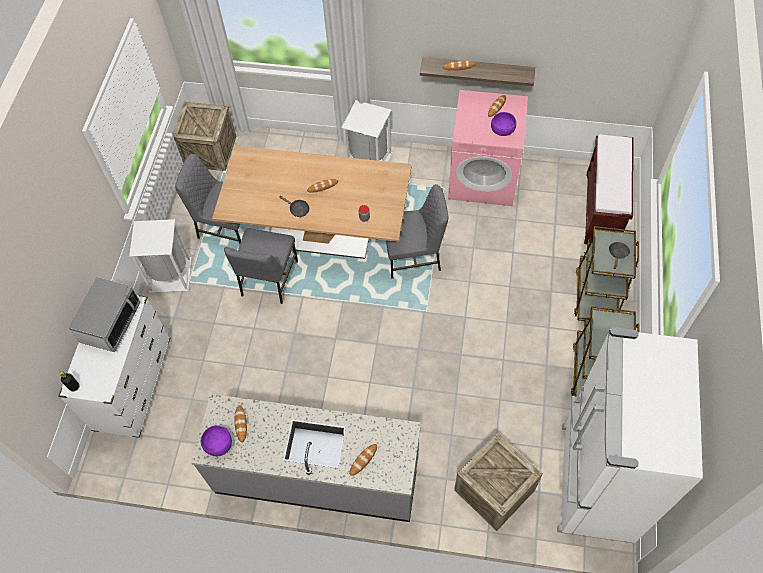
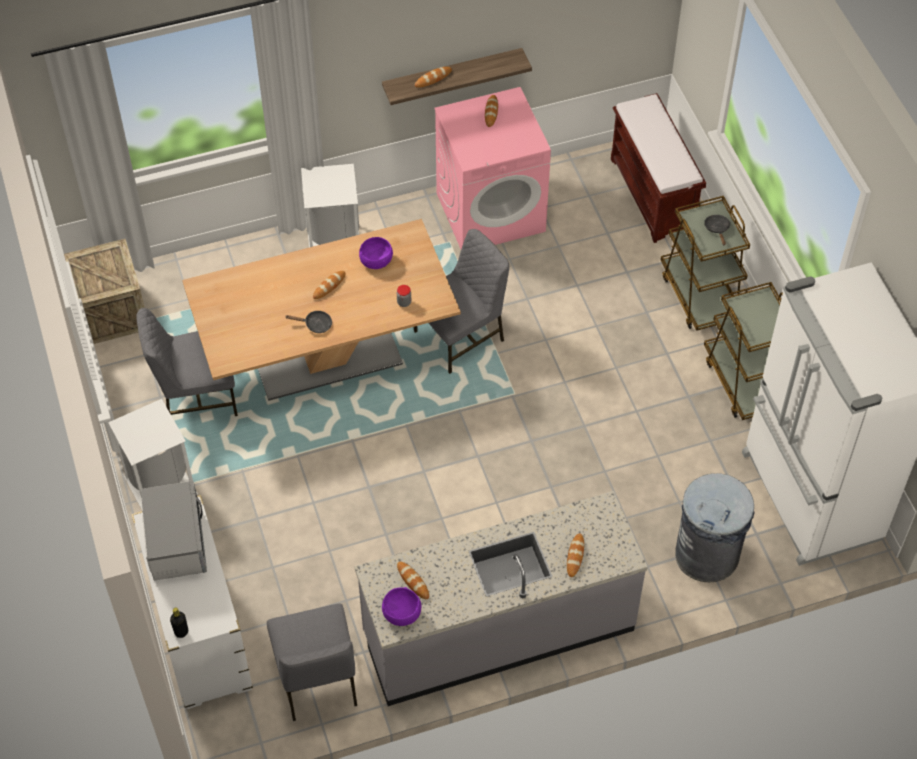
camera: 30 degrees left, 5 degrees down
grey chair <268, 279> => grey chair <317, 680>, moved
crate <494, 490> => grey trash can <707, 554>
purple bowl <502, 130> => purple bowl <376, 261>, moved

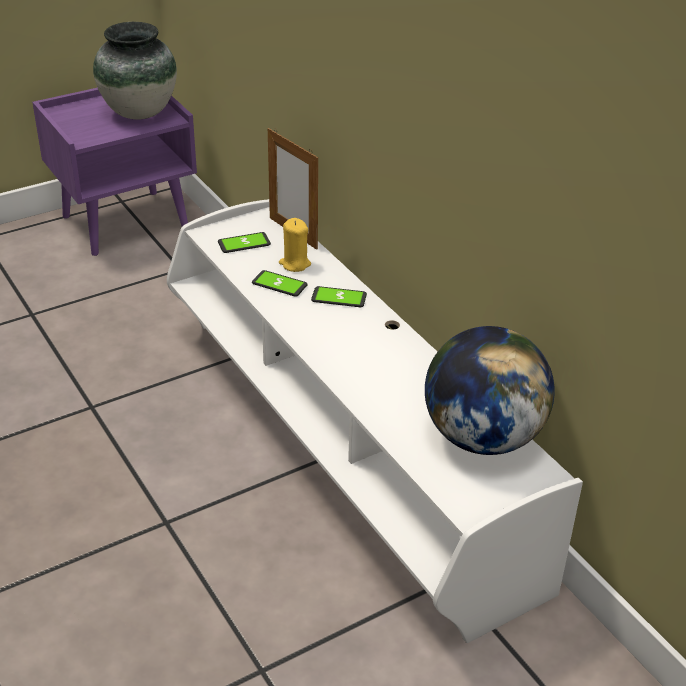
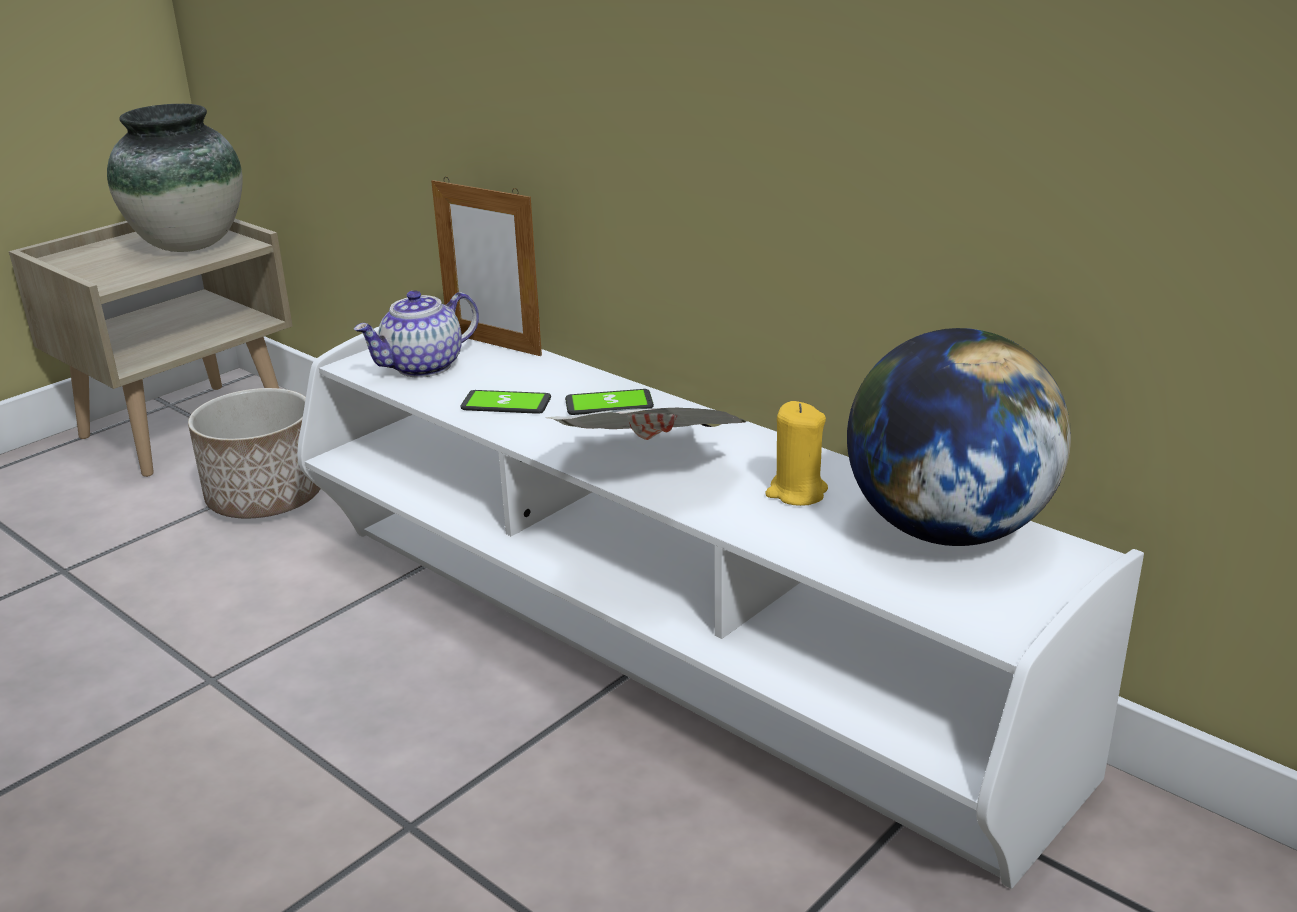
camera: 15 degrees left, 10 degrees down
purple nightstand <126, 222> => beige nightstand <185, 427>
phone <244, 243> => teapot <423, 367>
yellow candle <295, 264> => yellow candle <796, 492>, moved
nothing => planter <265, 497>
nothing => newspaper <649, 468>

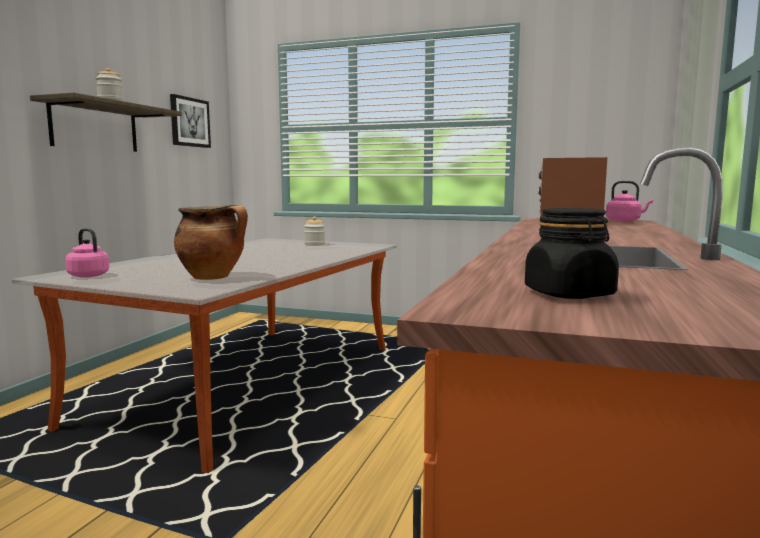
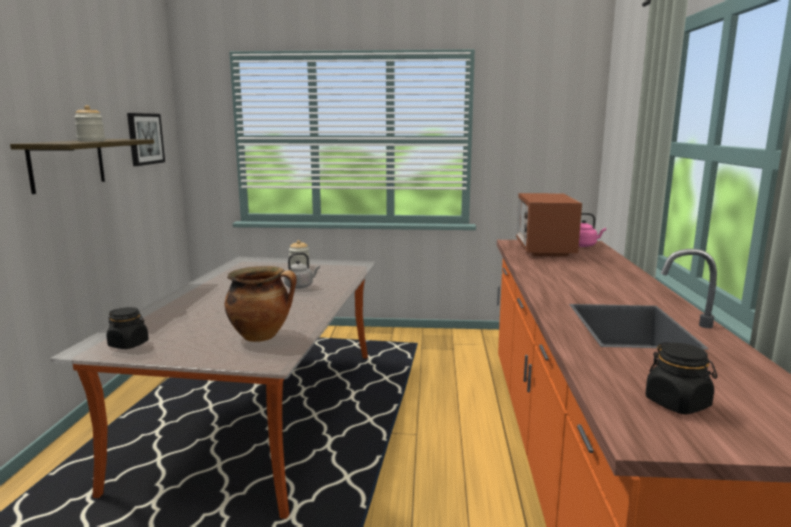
camera: 15 degrees left, 5 degrees up
pink kettle <87, 275> => black jar <129, 344>
nothing => grey kettle <300, 286>

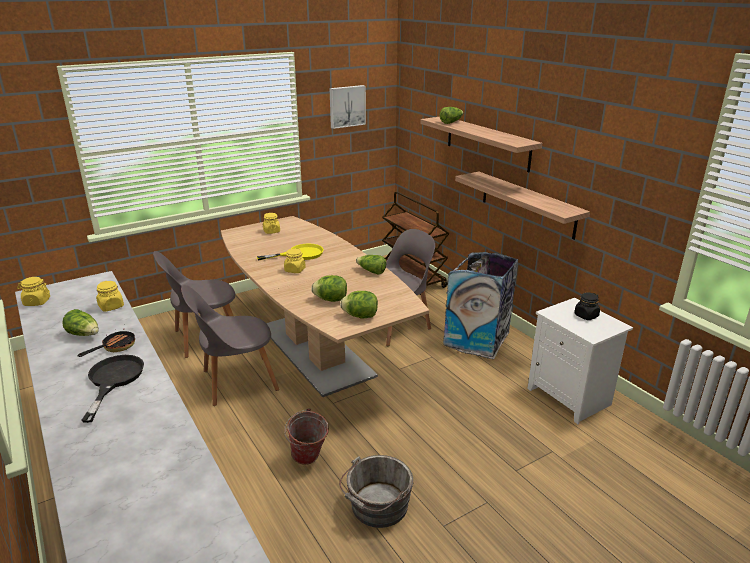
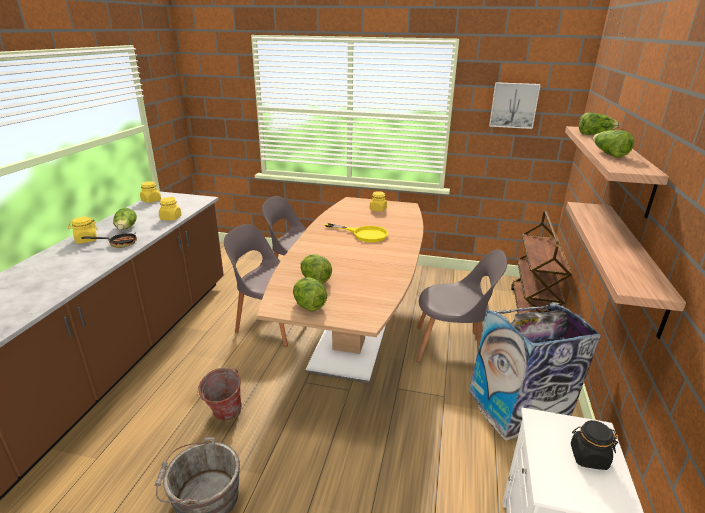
camera: 45 degrees right, 0 degrees up
black frying pan <113, 380> => nothing
yellow jar <295, 270> => yellow jar <86, 240>, moved
lettuce <371, 271> => lettuce <608, 154>, moved

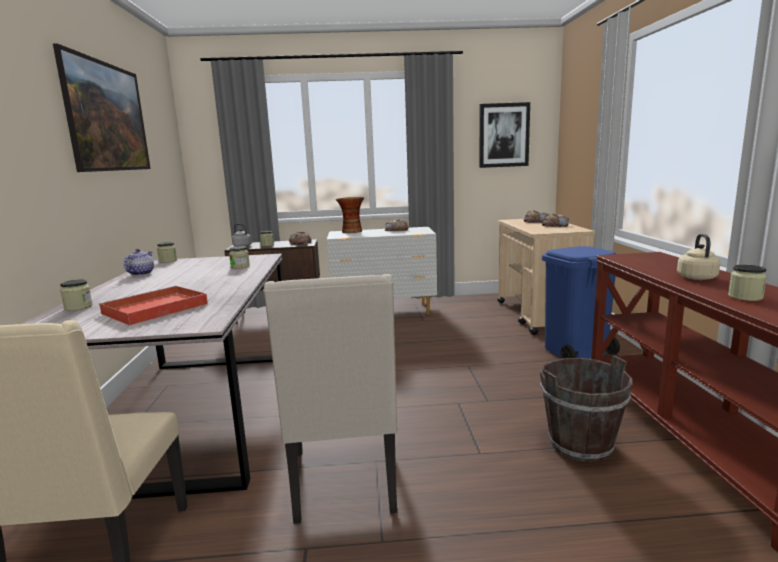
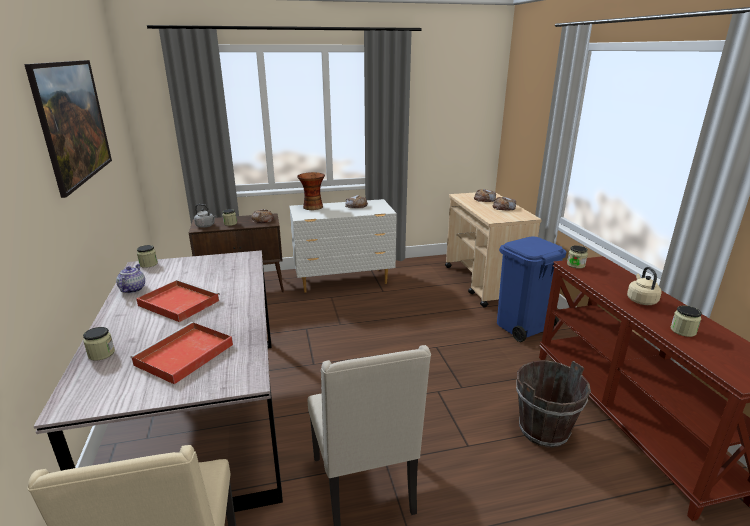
camera: 10 degrees left, 10 degrees up
jar <240, 266> => jar <575, 265>, moved
picture <503, 135> => nothing
nothing => red tray <177, 303>

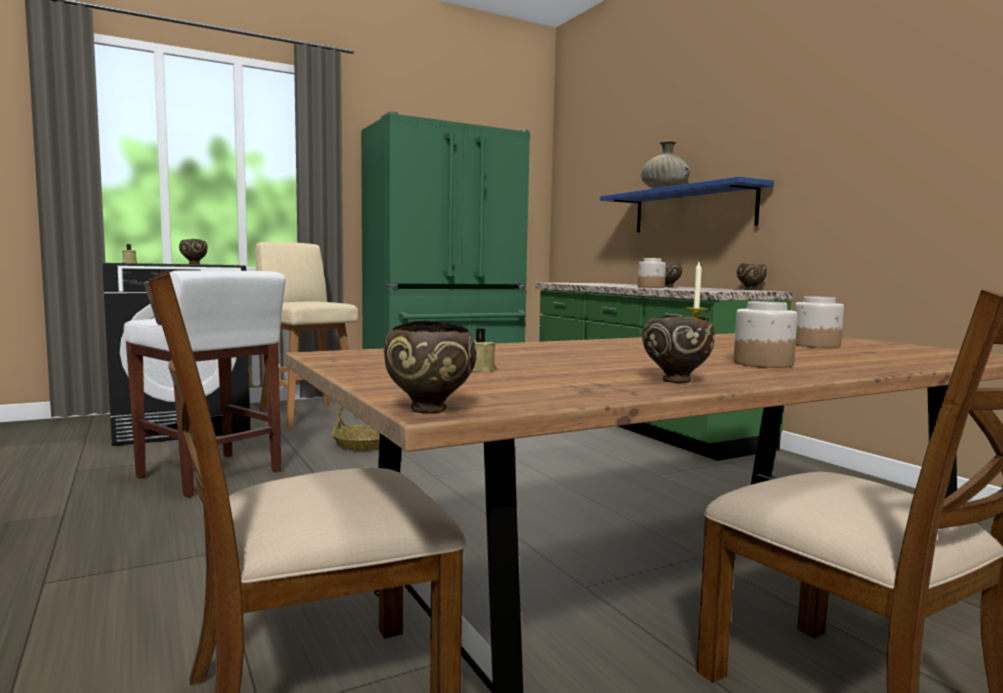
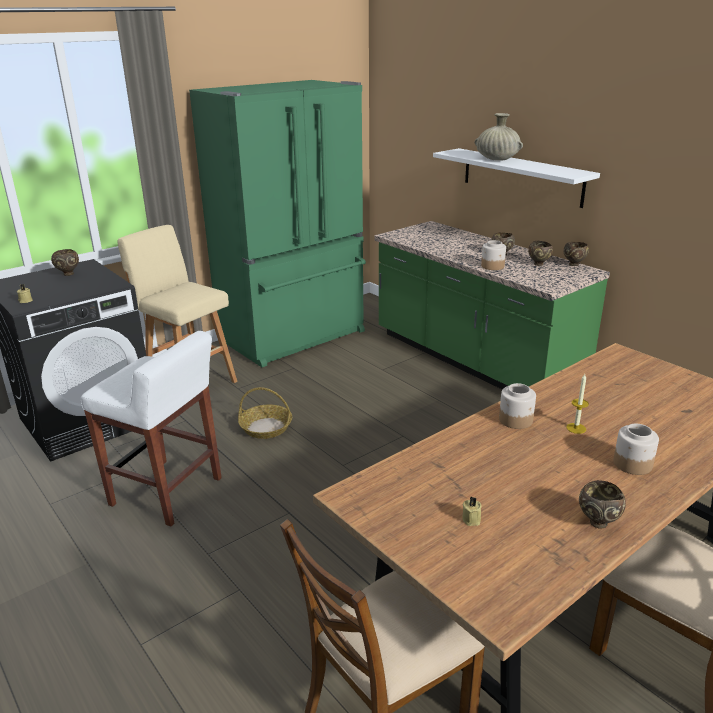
camera: 10 degrees left, 20 degrees up
brown bowl <430, 410> => brown bowl <539, 264>, moved
blue shelf <692, 210> => white shelf <521, 177>
jar <816, 345> => jar <516, 420>, moved

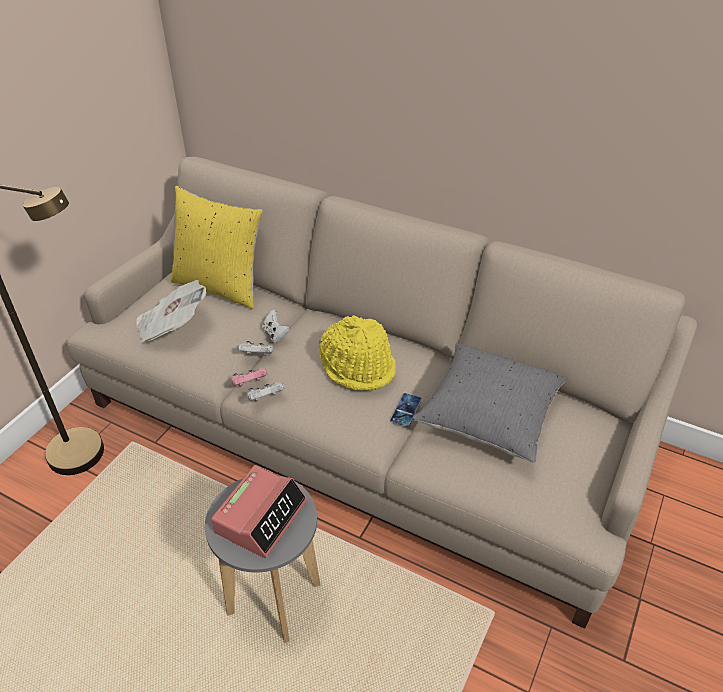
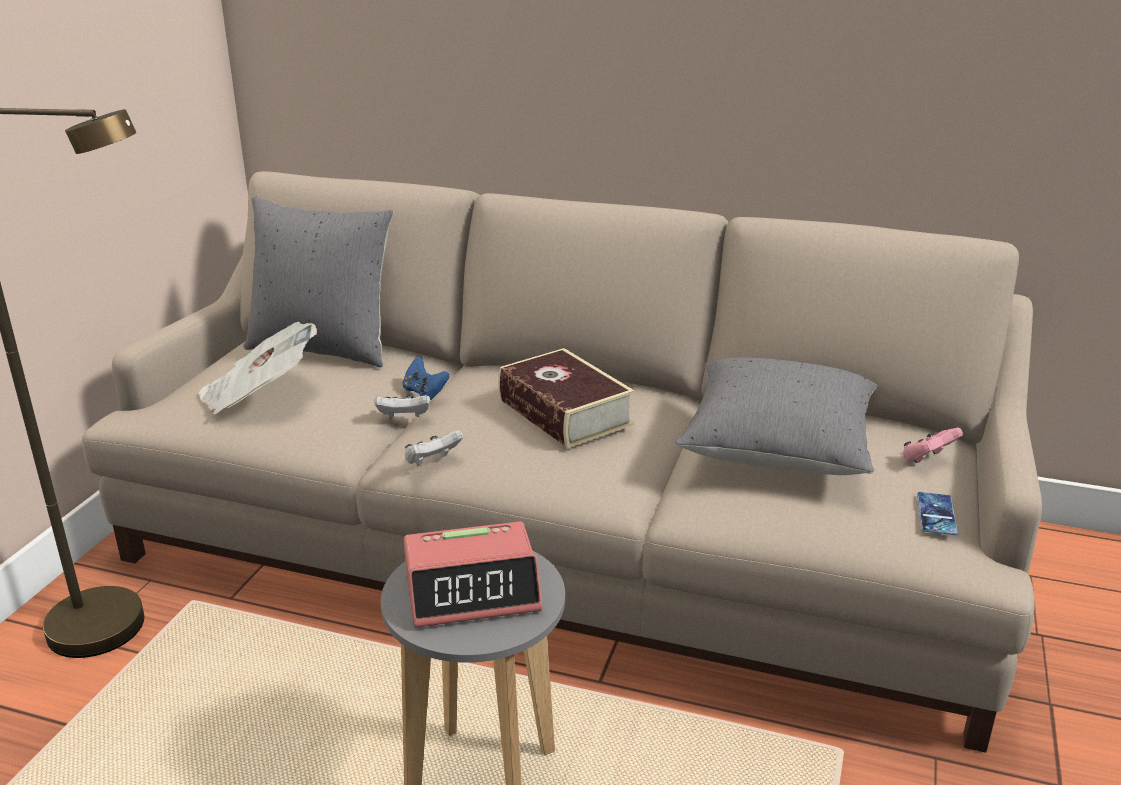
camera: 10 degrees left, 15 degrees down
yellow pillow <220, 286> => grey pillow <324, 348>
alarm clock <261, 516> => alarm clock <473, 589>, 60 degrees clockwise
pink game controller <249, 384> => pink game controller <927, 459>, moved
white game controller <275, 334> => blue game controller <424, 393>
yellow hat <358, 366> => book <564, 412>
phone <406, 410> => phone <936, 514>, moved

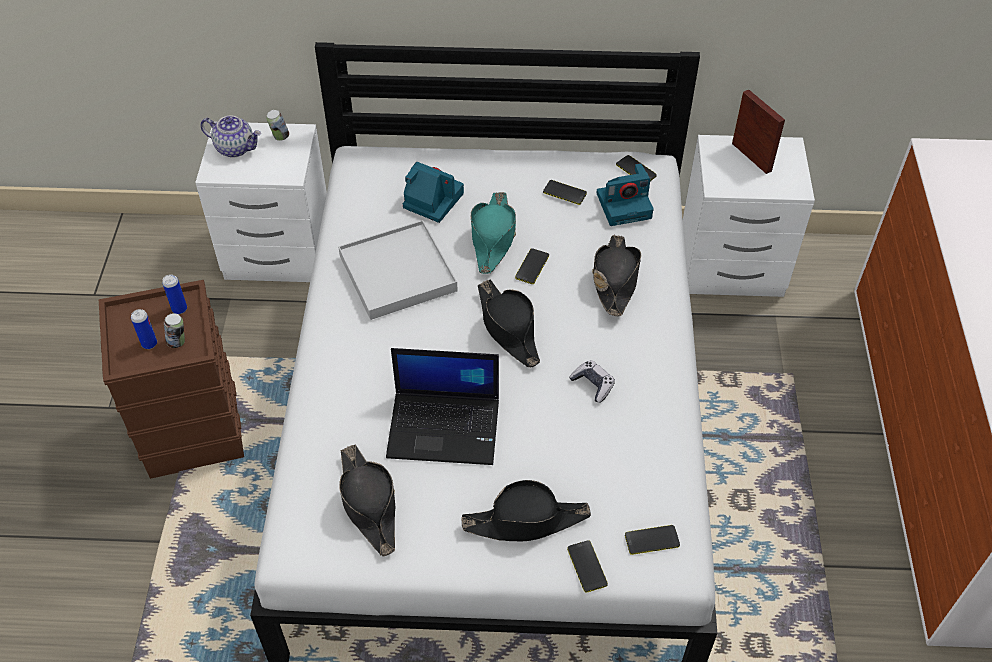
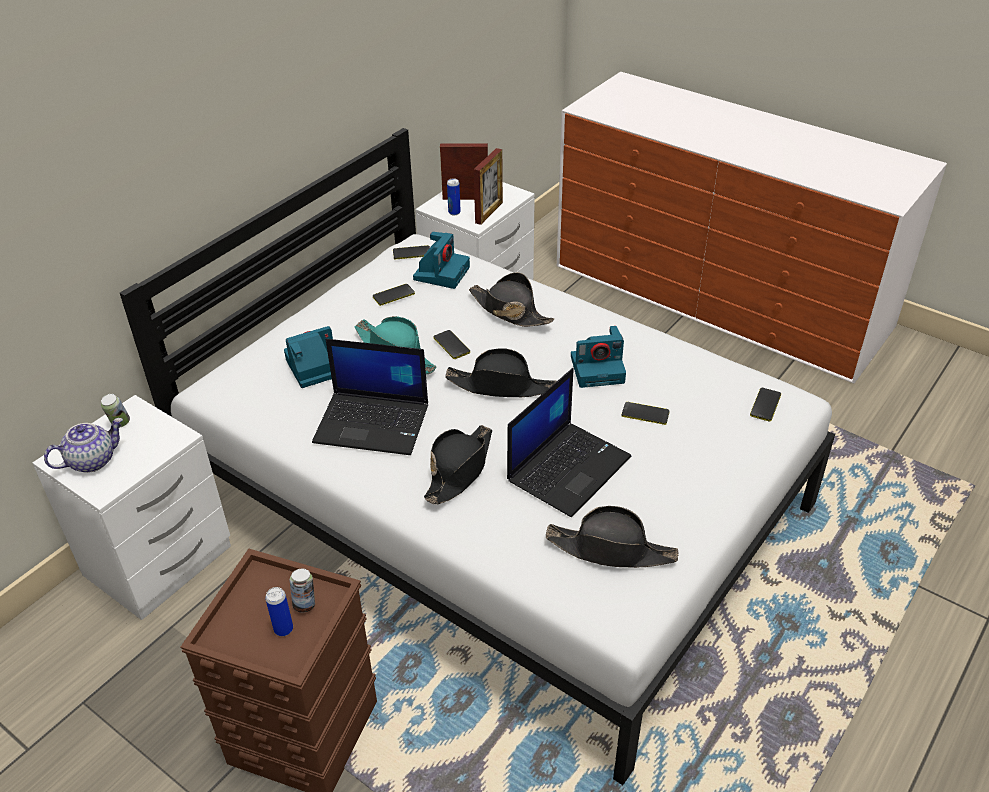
camera: 55 degrees left, 10 degrees down
can <179, 309> => can <454, 212>, moved
white tray <398, 273> => laptop <373, 423>
black hat <526, 521> => black hat <459, 469>, moved
phone <587, 566> => phone <645, 414>, moved
game controller <593, 385> => photo camera <598, 369>
nothing => picture frame <489, 212>

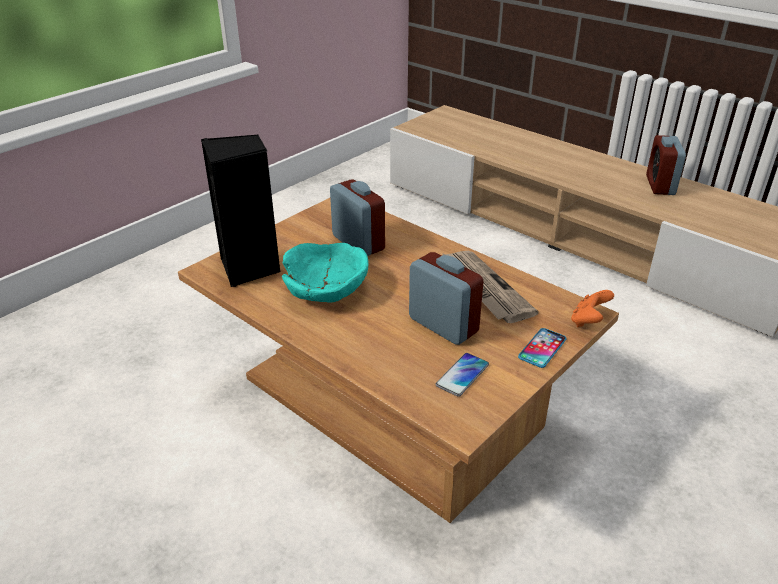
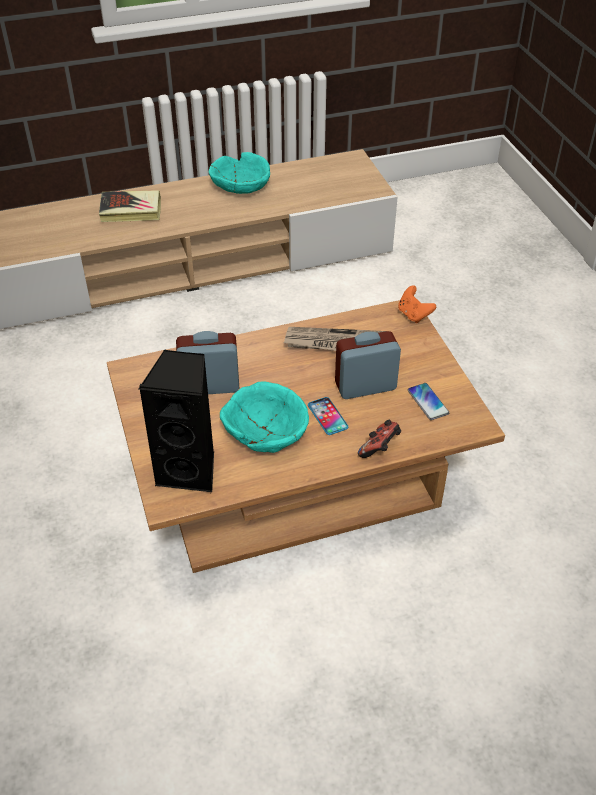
camera: 60 degrees left, 10 degrees up
phone <542, 348> => phone <327, 416>, moved
alarm clock <660, 185> => turquoise bowl <241, 186>
nothing => book <131, 210>
nothing => game controller <380, 448>

